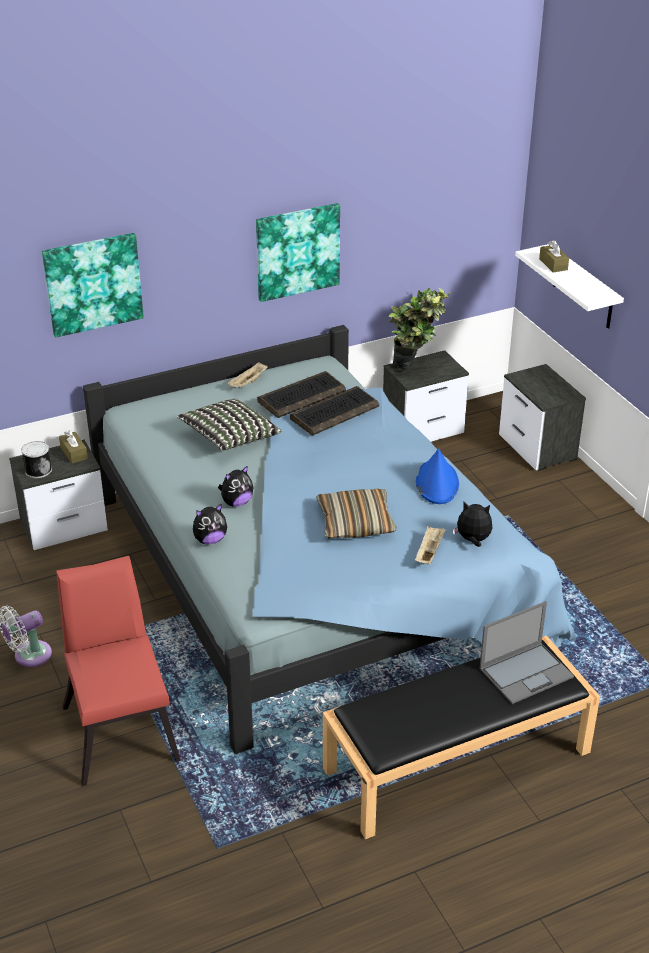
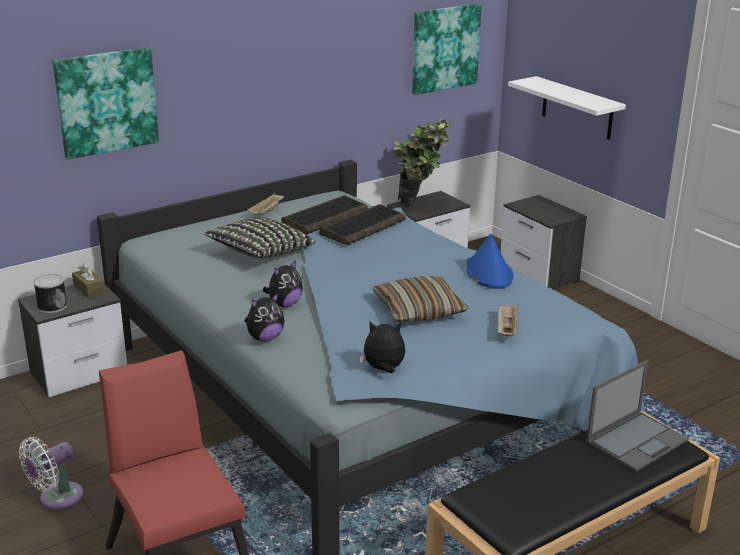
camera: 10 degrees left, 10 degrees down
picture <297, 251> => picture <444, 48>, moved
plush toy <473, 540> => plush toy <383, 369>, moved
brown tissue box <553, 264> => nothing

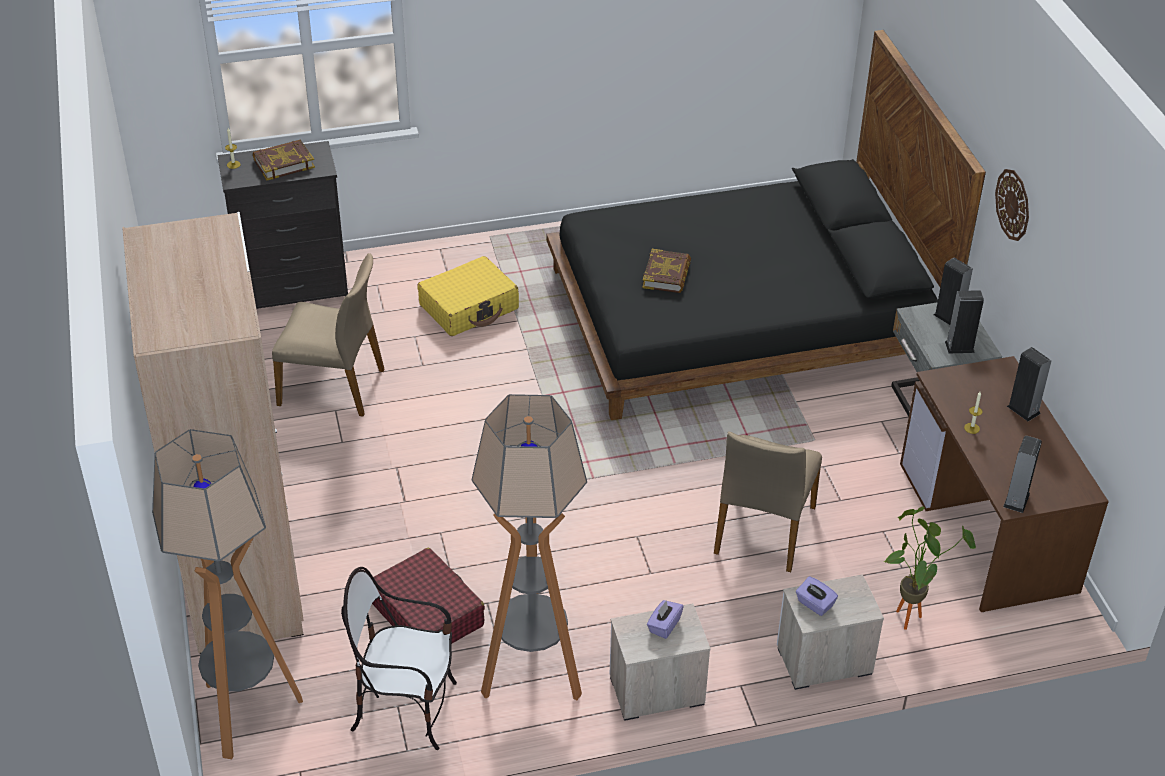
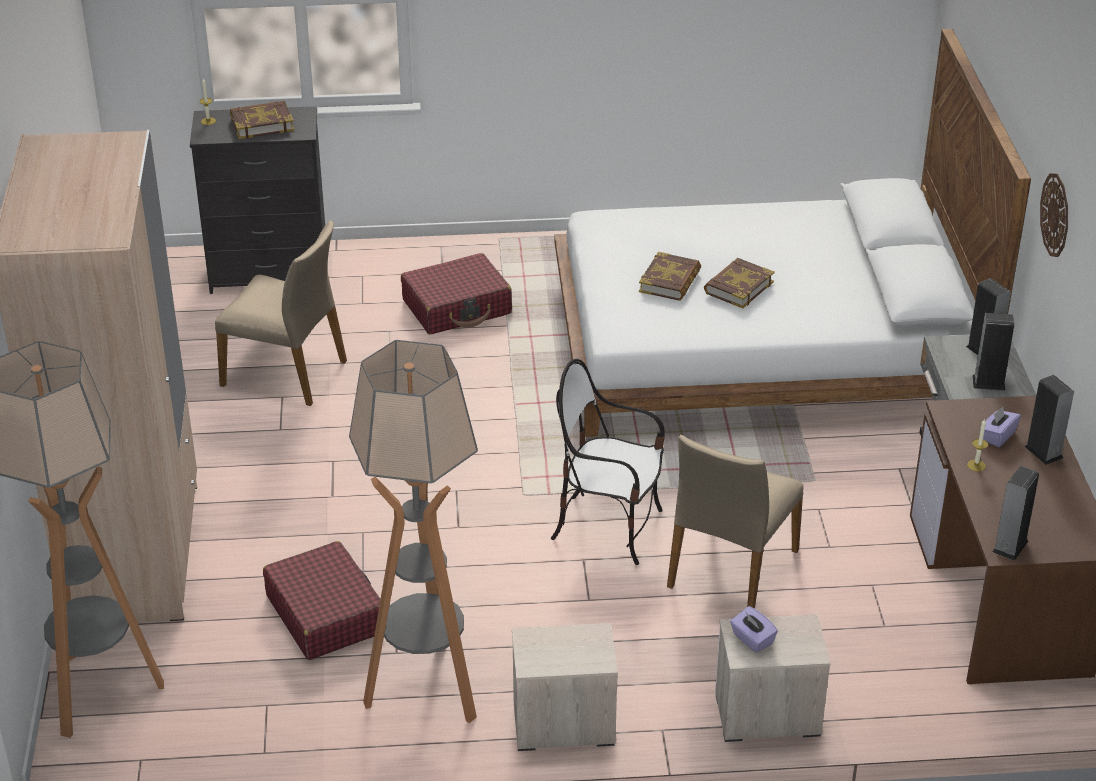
camera: 10 degrees right, 5 degrees down
chair <406, 709> => chair <608, 527>, moved
yellow suitcase <469, 307> => red suitcase <457, 307>
black bed <740, 317> => white bed <761, 345>
purple tissue box <664, 626> => purple tissue box <997, 436>, moved
potted plant <910, 614> => nothing
nothing => book <738, 287>

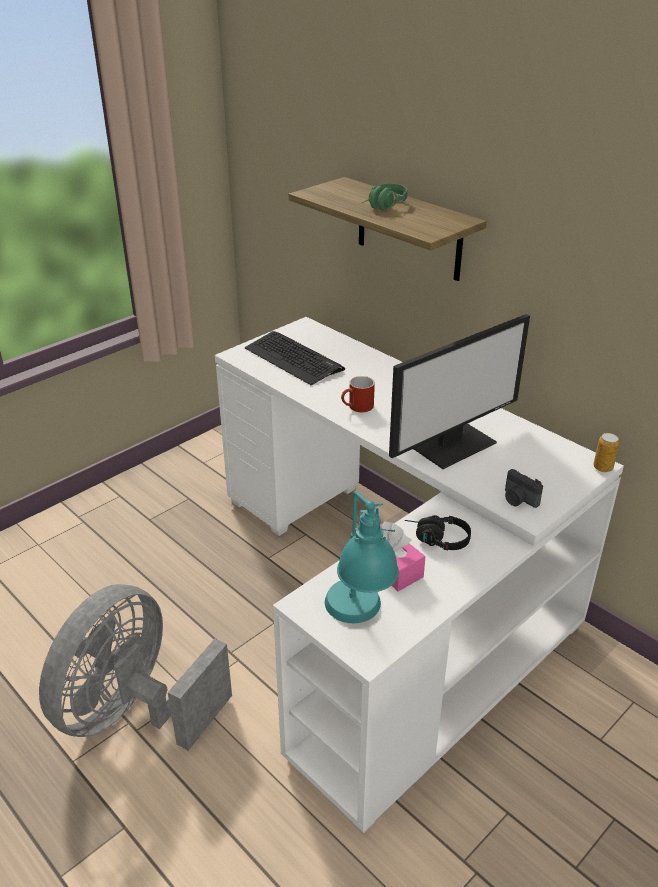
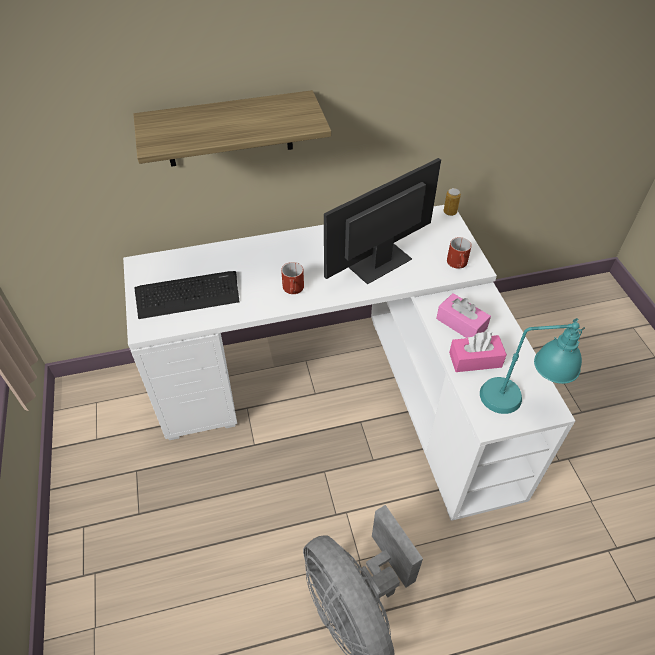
camera: 60 degrees left, 15 degrees up
green headphones <383, 206> => nothing
monitor <453, 444> => monitor <378, 263>, 120 degrees counterclockwise
black headphones <435, 539> => pink tissue box <461, 324>
photo camera <518, 500> => red mug <458, 264>

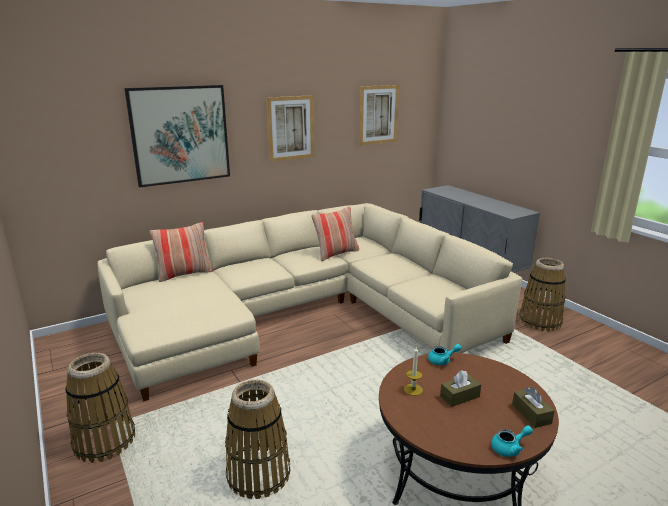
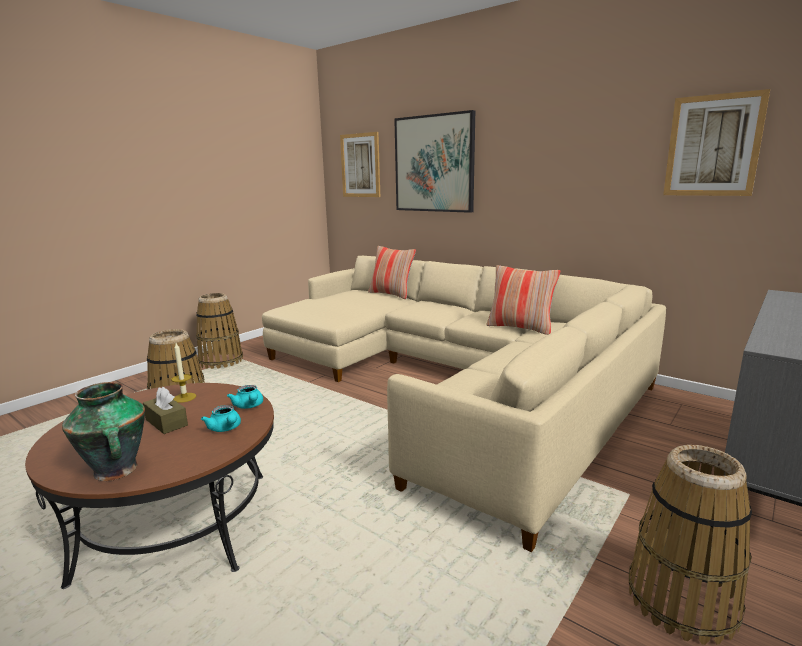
camera: 70 degrees right, 5 degrees down
picture <290, 128> => picture <360, 165>, moved
turquoise teapot <509, 448> => turquoise teapot <225, 429>, moved
brown tissue box <531, 414> => vase <116, 471>

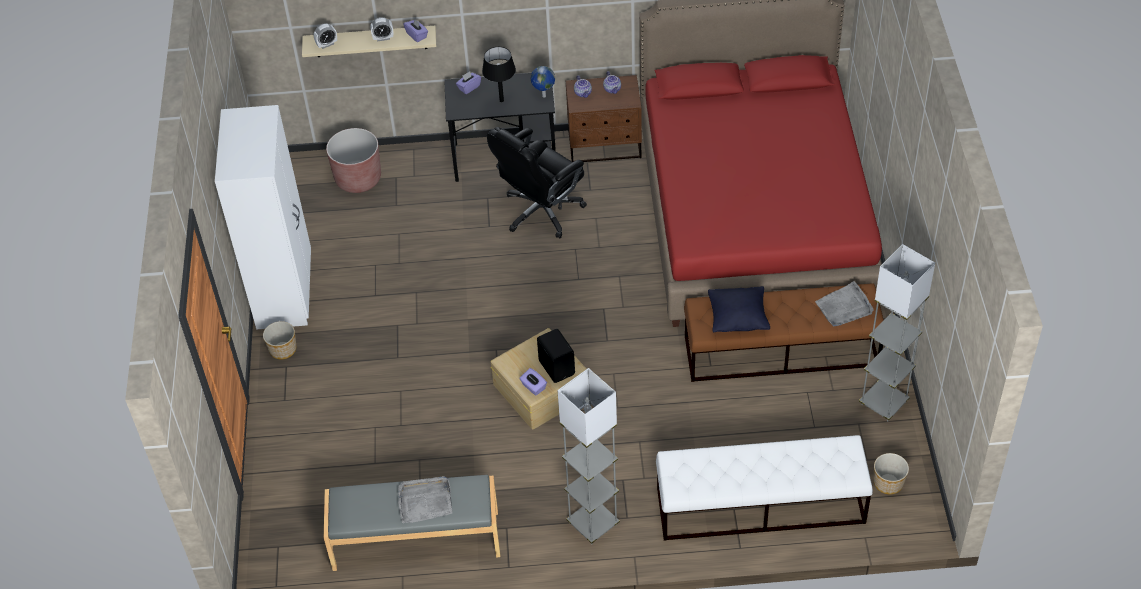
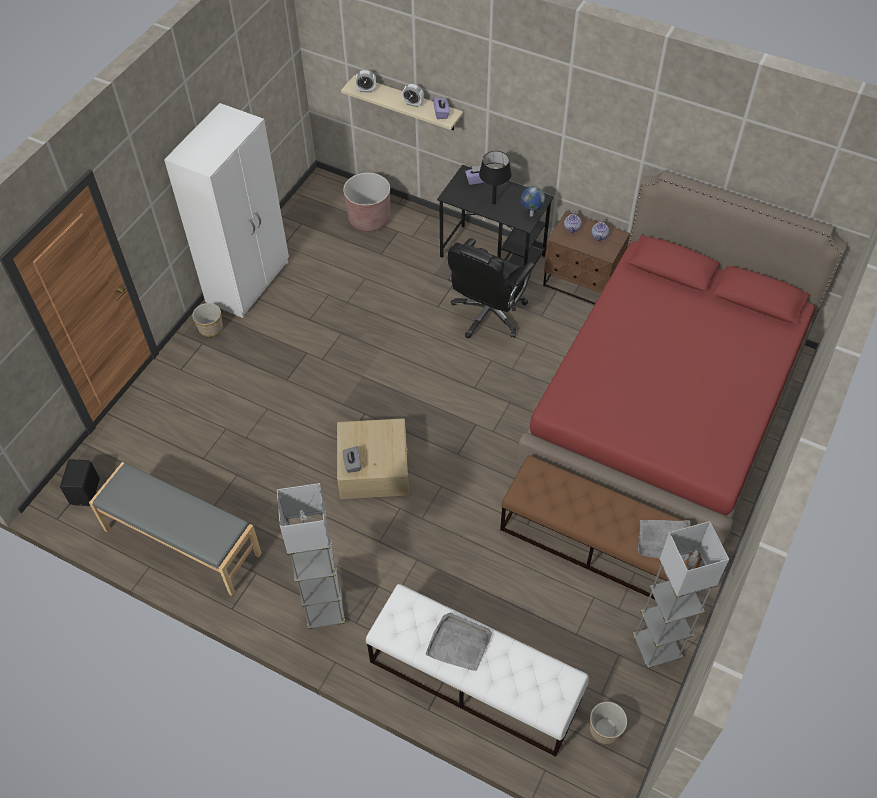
camera: 30 degrees right, 5 degrees up
grey tray <425, 501> => grey tray <459, 643>, moved
black office chair <541, 211> => black office chair <488, 314>, 45 degrees counterclockwise
purple tissue box <533, 387> => grey tissue box <352, 464>
black speaker <557, 367> => black speaker <86, 491>, moved
black pillow <738, 319> => nothing

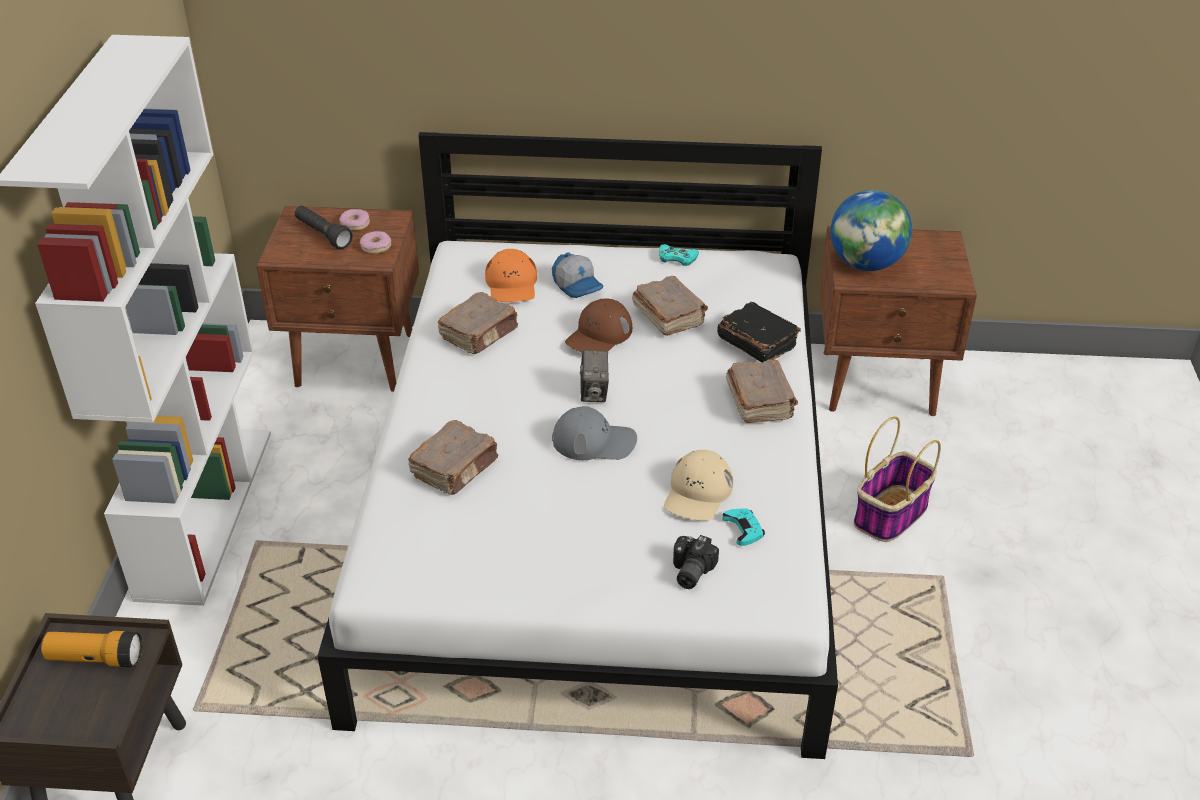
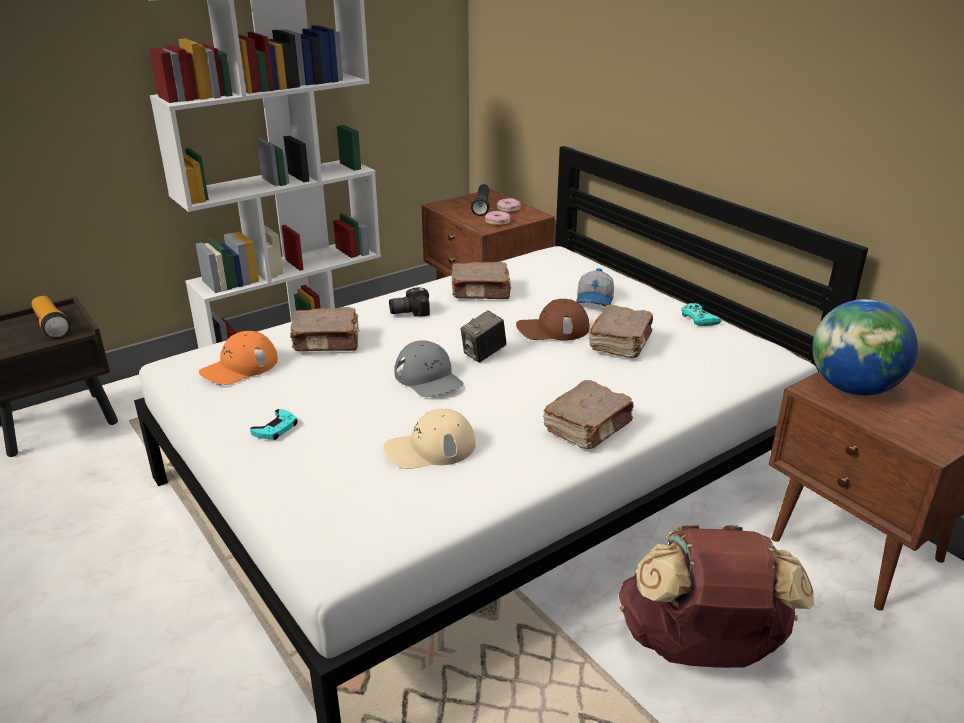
camera: 50 degrees right, 10 degrees down
orange cap <512, 284> => orange cap <239, 367>, moved
photo camera <689, 571> => photo camera <408, 311>, moved
black book <756, 343> => nothing
turquoise game controller <743, 529> => turquoise game controller <276, 428>, moved
basket <890, 515> => brown backpack <700, 649>

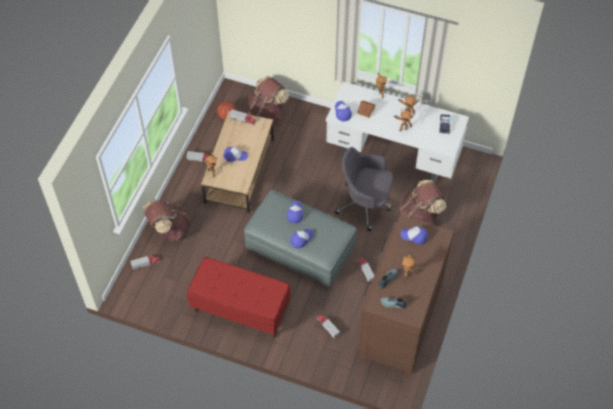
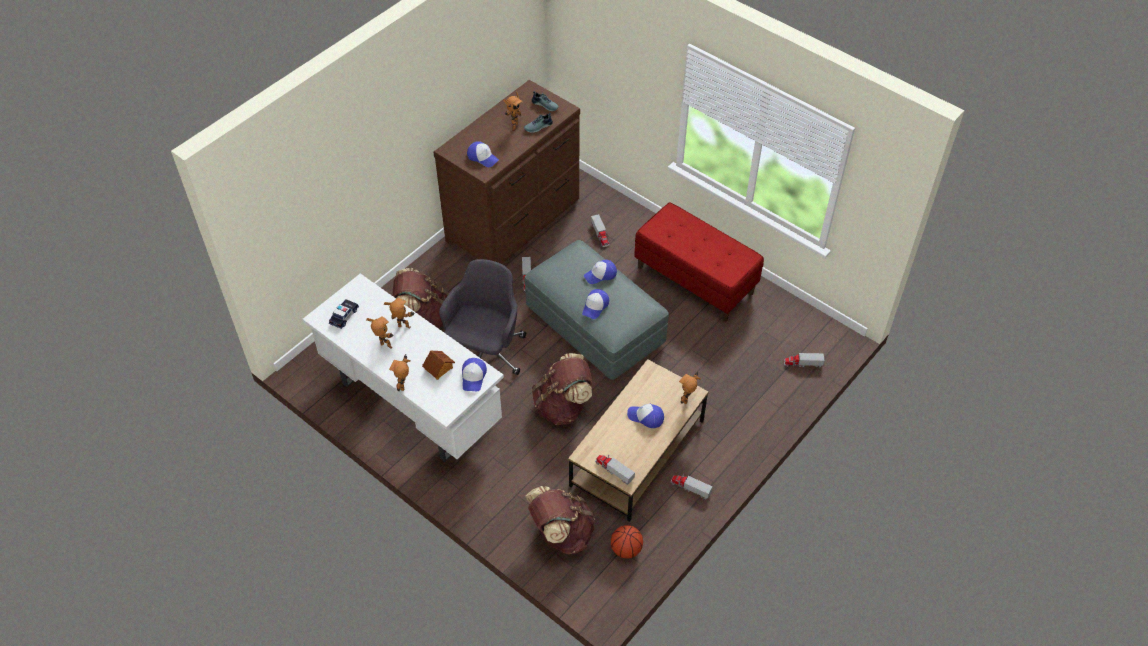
camera: 160 degrees left, 5 degrees down
brown backpack <169, 229> => brown backpack <563, 406>, moved
grey office chair <365, 205> => grey office chair <485, 353>, 105 degrees counterclockwise

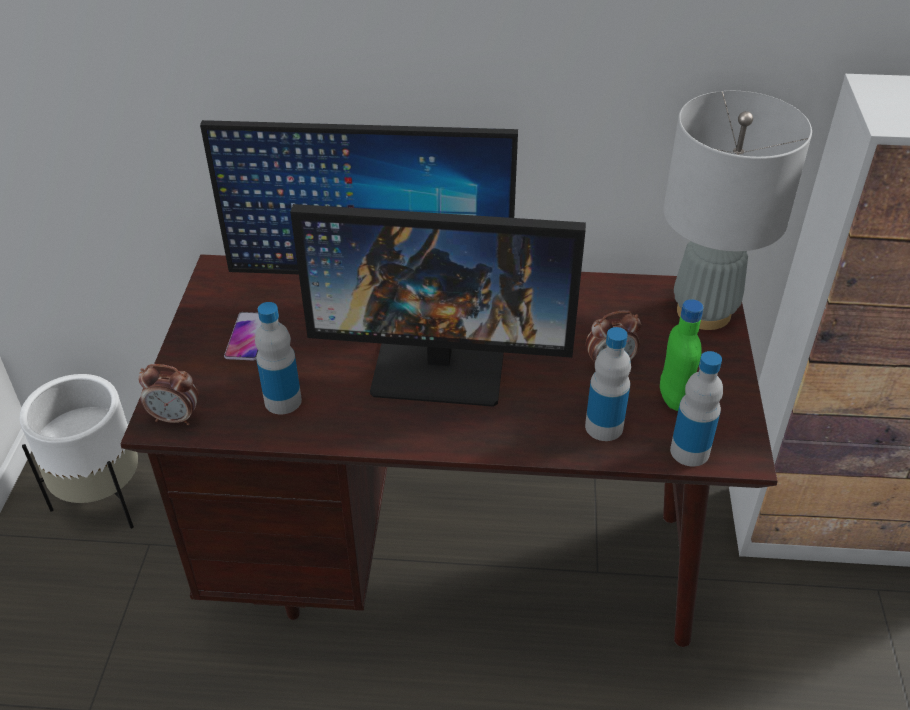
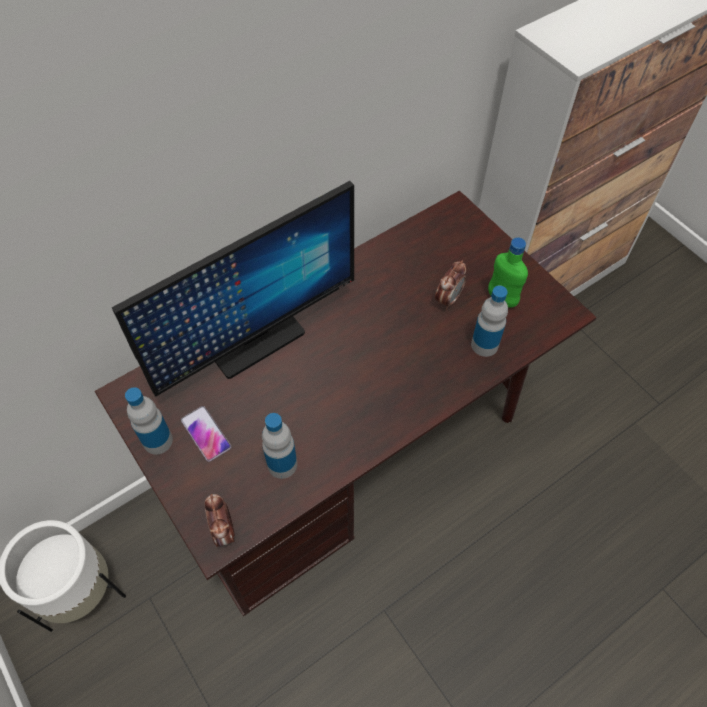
camera: 40 degrees left, 15 degrees up
alarm clock <175, 418> => alarm clock <224, 530>, 105 degrees clockwise
monitor <441, 363> => nothing
grey table lamp <704, 312> => nothing
bottle <689, 451> => bottle <157, 441>, moved

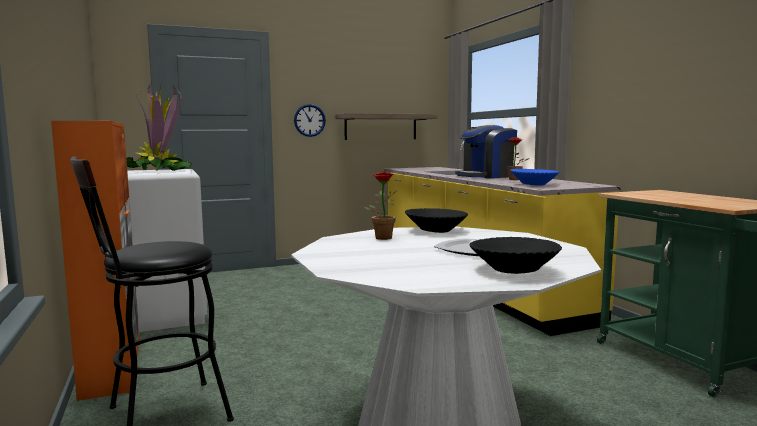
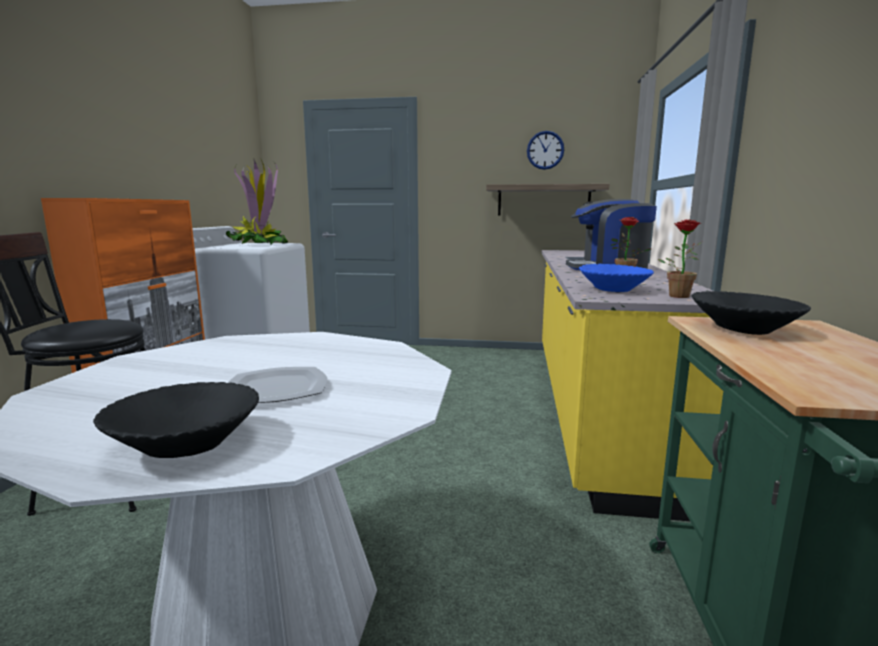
camera: 30 degrees right, 5 degrees up
wall clock <309, 120> => wall clock <545, 150>, moved
potted plant <382, 237> => potted plant <677, 295>, moved
black bowl <436, 230> => black bowl <744, 329>, moved

